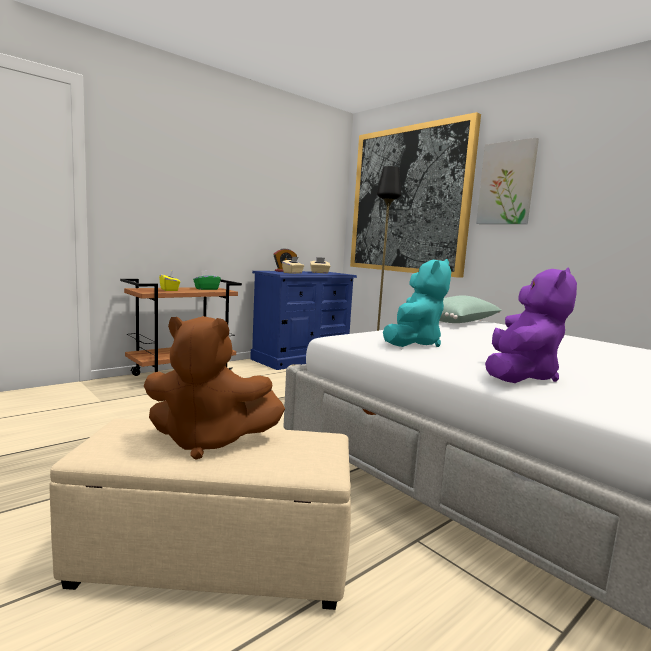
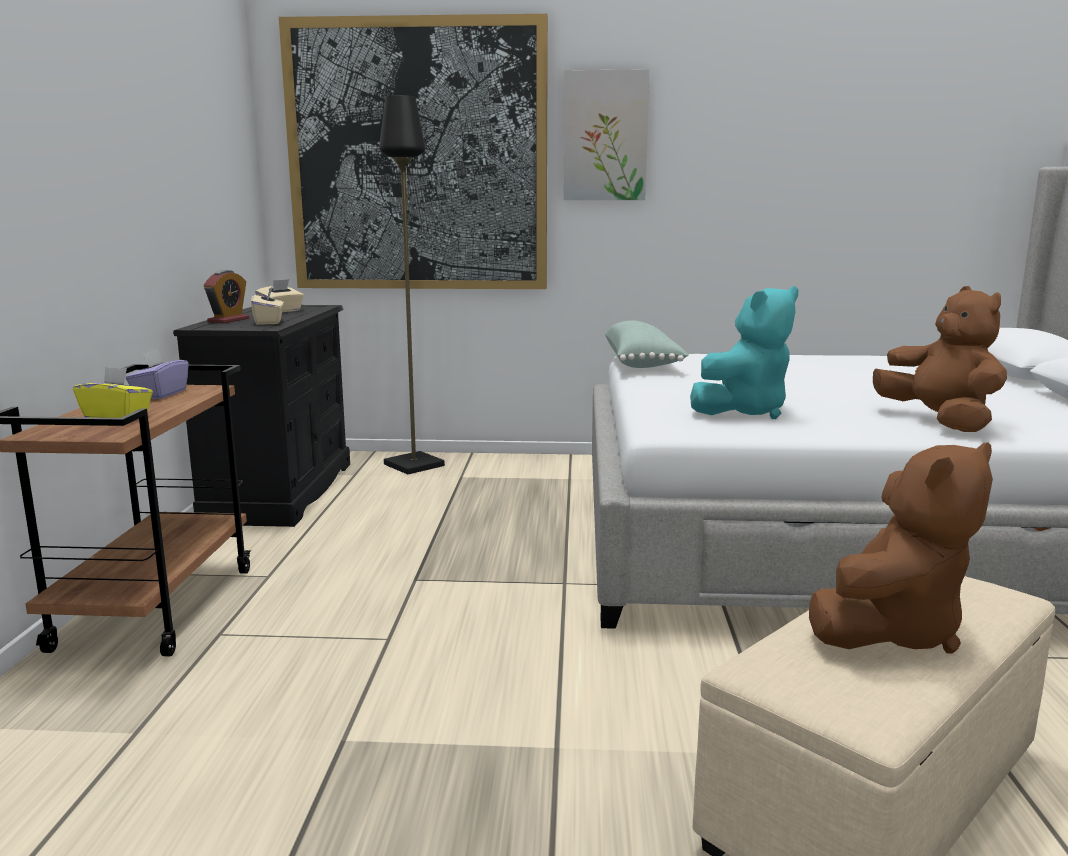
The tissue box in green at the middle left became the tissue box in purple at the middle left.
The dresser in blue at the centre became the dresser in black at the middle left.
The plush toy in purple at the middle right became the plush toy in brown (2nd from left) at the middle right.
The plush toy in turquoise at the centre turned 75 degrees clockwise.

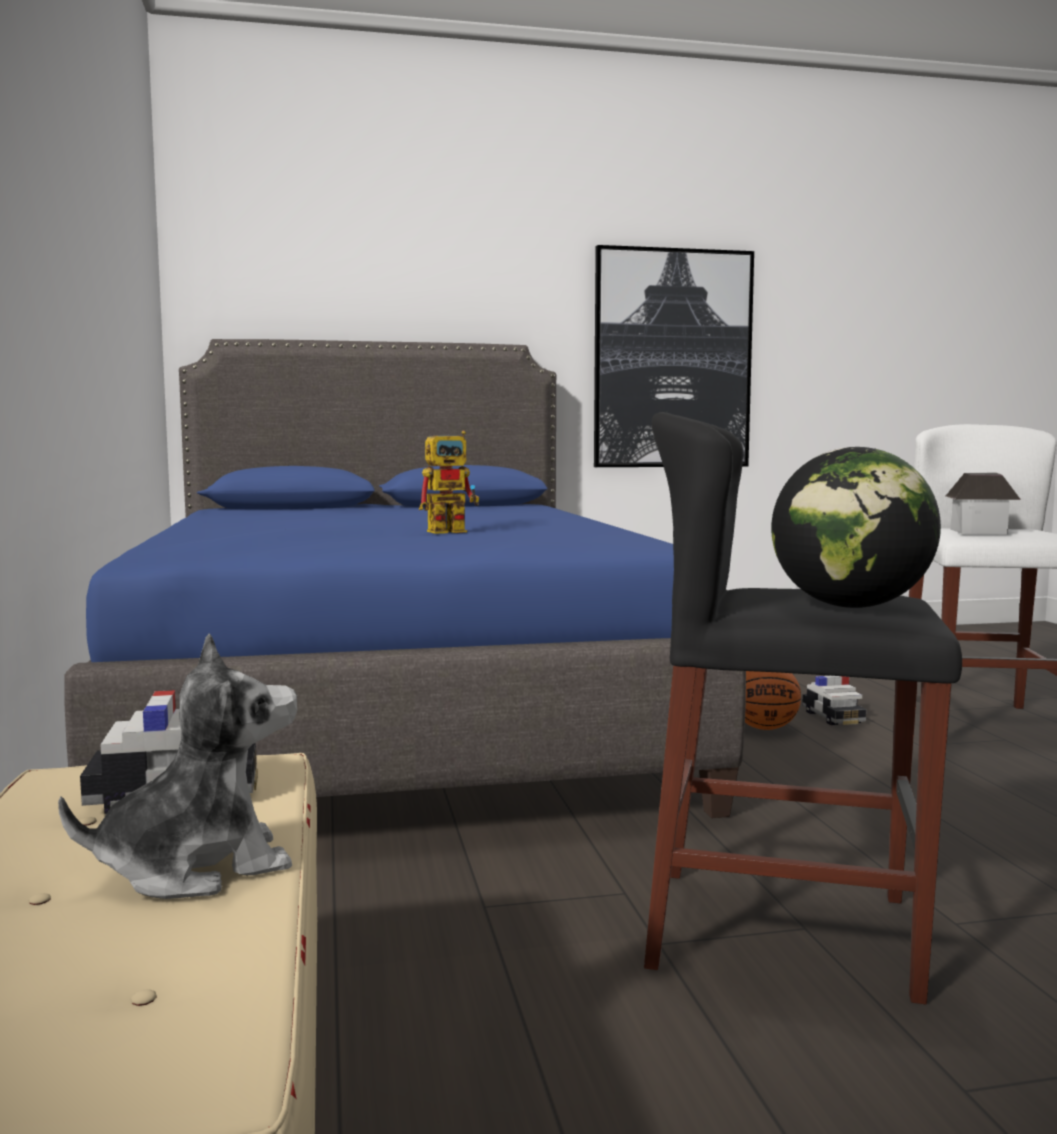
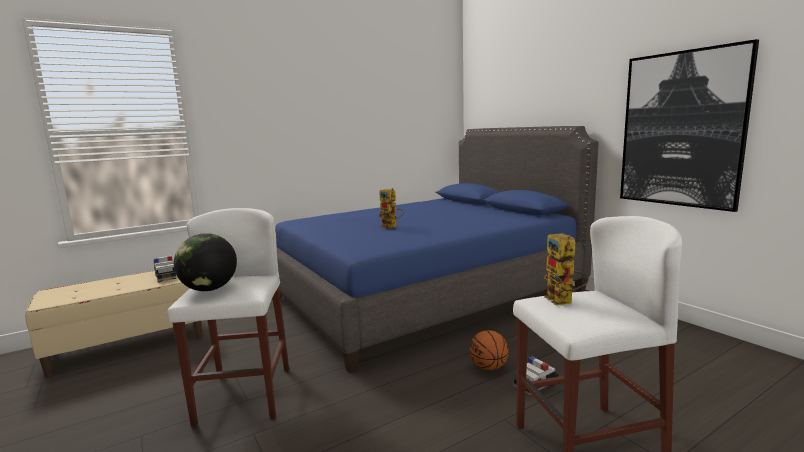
The plush toy at the bottom left disappeared.
The toy house at the middle right was replaced by the toy robot (2nd from left) at the middle right.
The stool in black at the middle right became the stool in white (1st from left) at the bottom left.

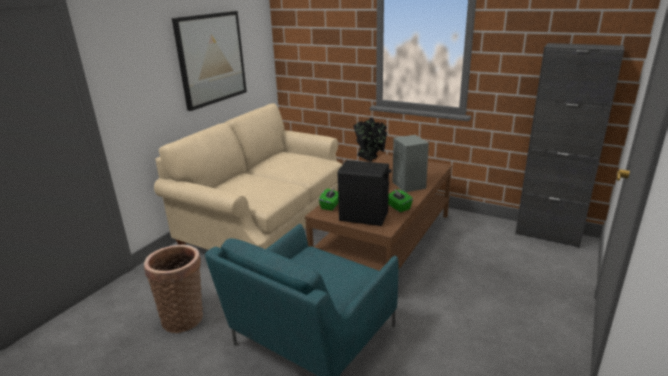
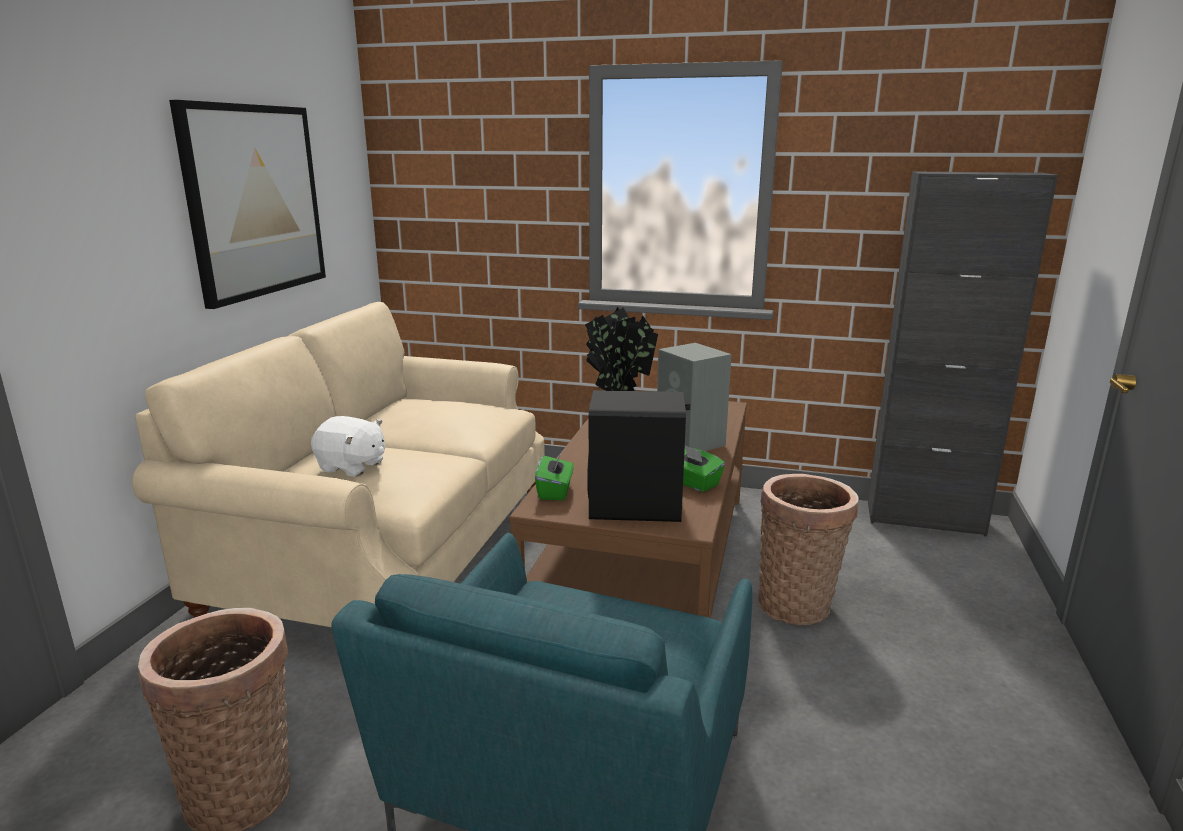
The plush toy in white at the middle left appeared.
The basket (2nd from left) at the middle right appeared.

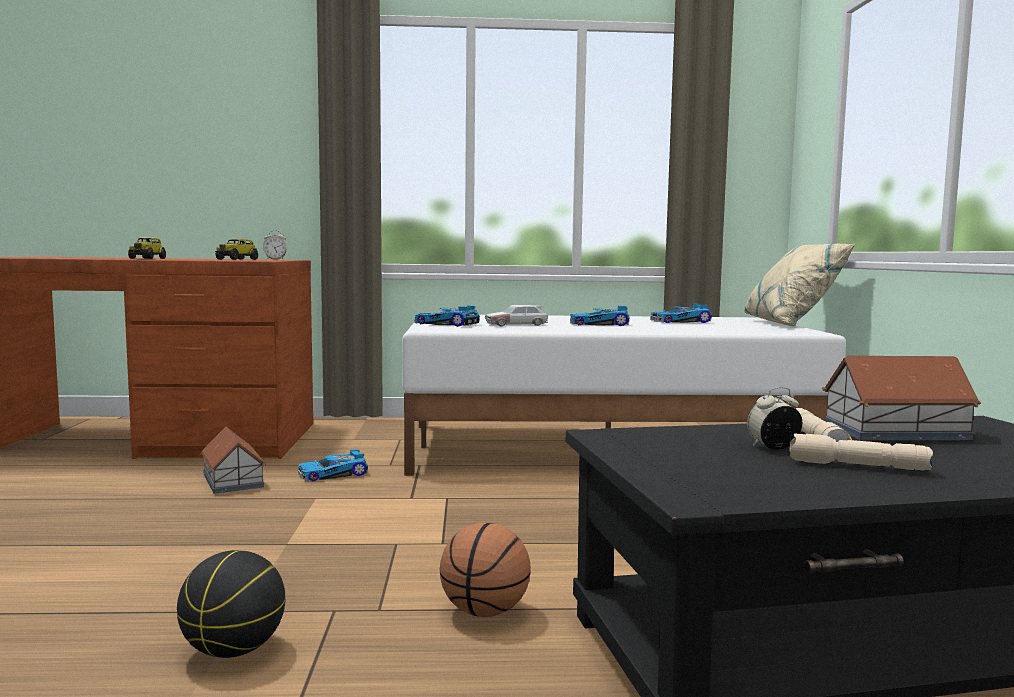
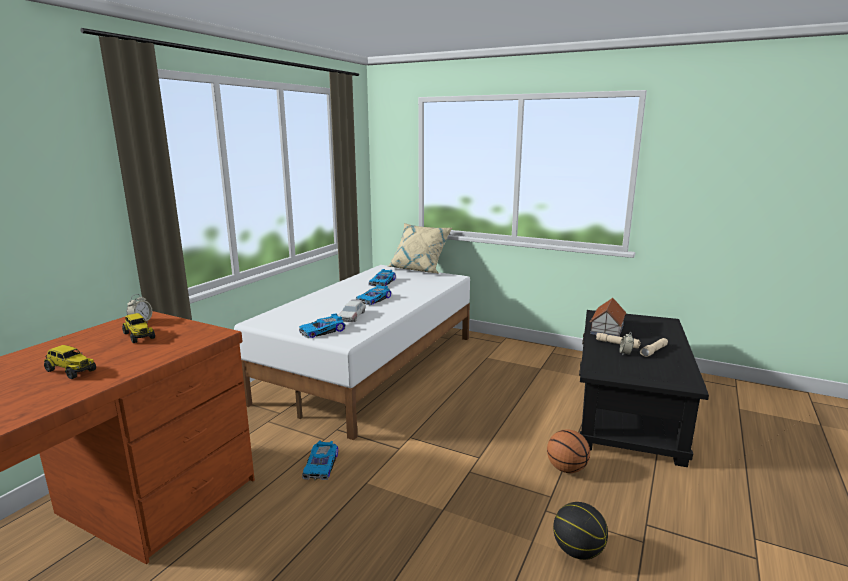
The toy house (1st from left) at the middle left disappeared.

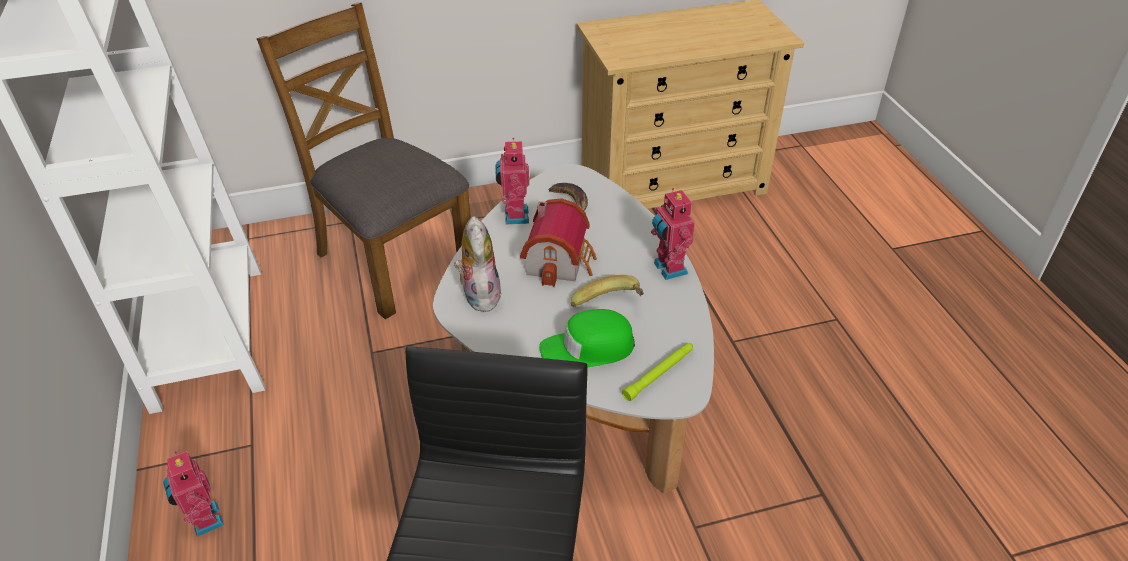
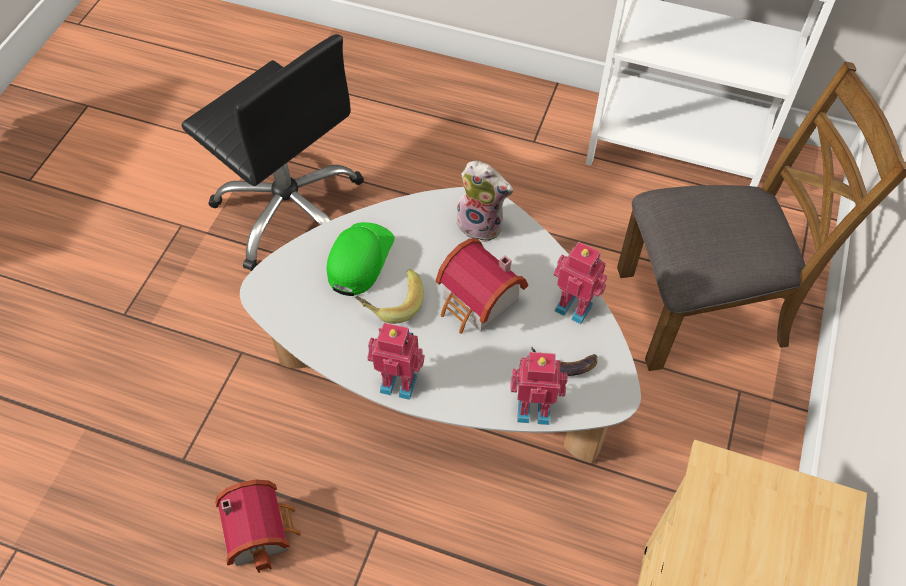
The flashlight in green at the centre disappeared.
The toy house (1st from left) at the bottom left appeared.
The toy robot (1st from left in the first image) moved from the bottom left to the centre.

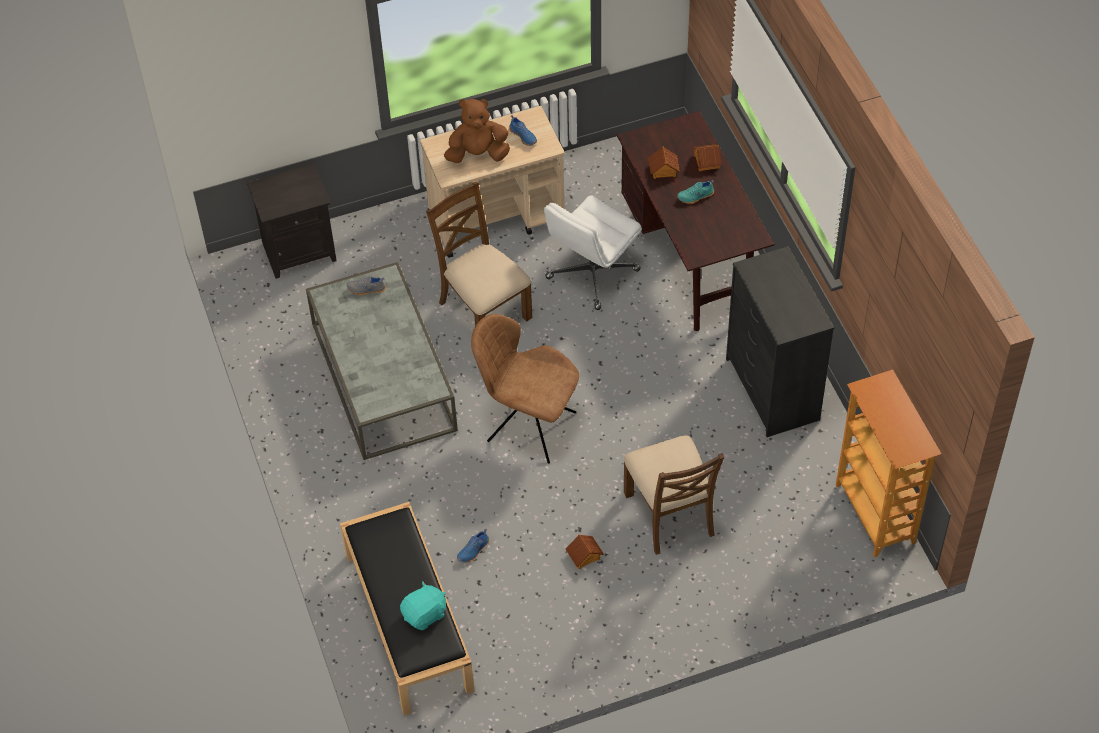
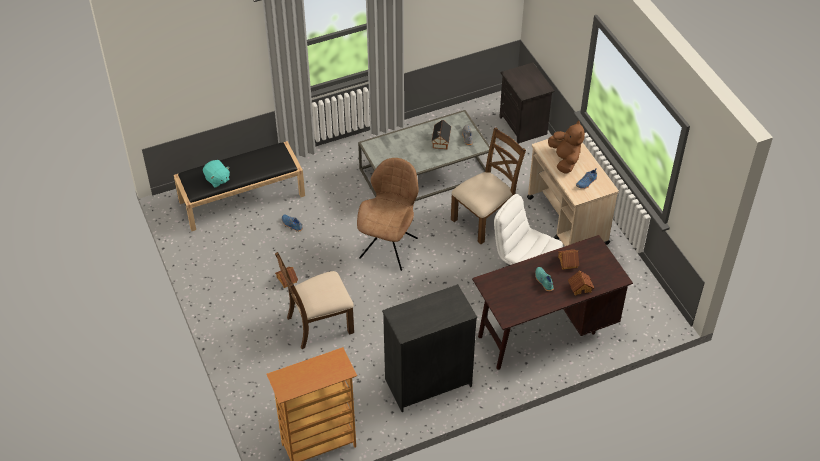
The toy house (2nd from left) at the top centre appeared.

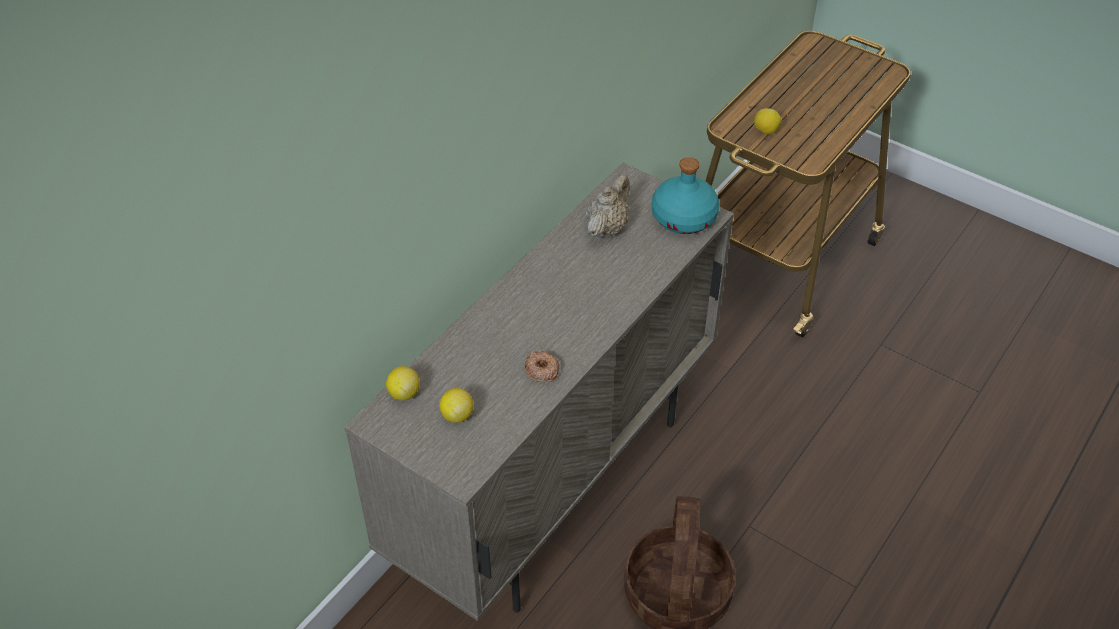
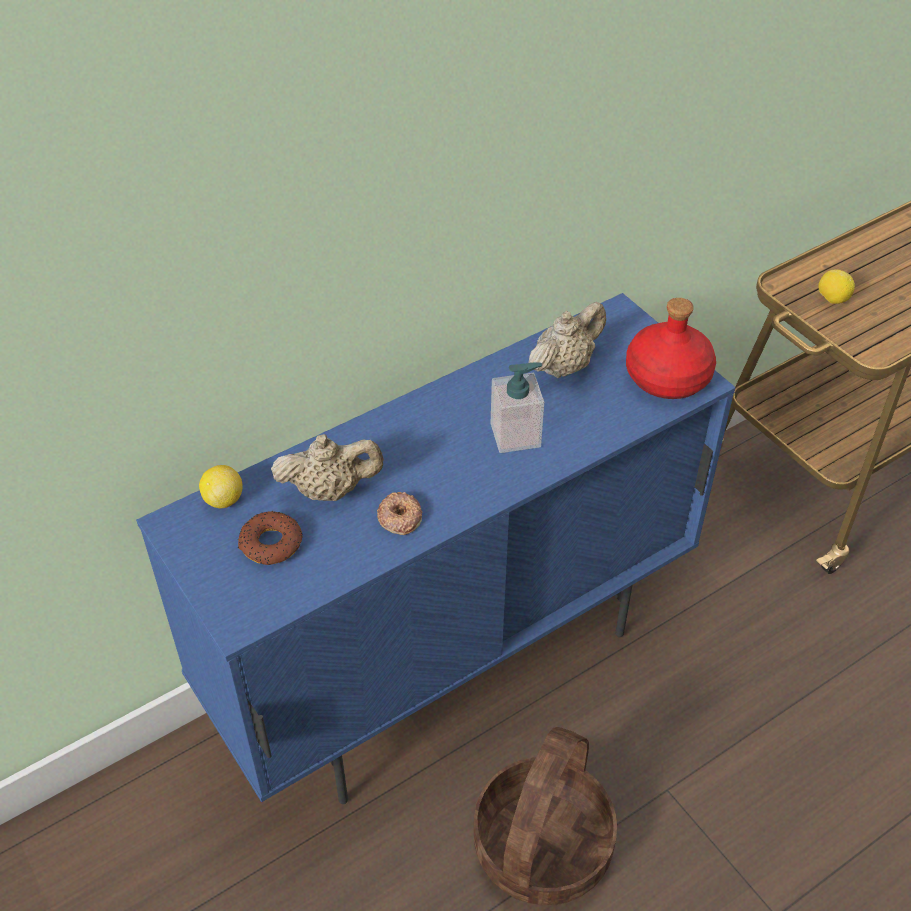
The teapot in beige (1st from left) at the centre appeared.
The soap dispenser at the centre appeared.
The lemon (2nd from left) at the centre was replaced by the donut (1st from left) at the middle left.
The cabinet in beige at the centre became the cabinet in blue at the centre.
The bottle in turquoise at the top centre became the bottle in red at the middle right.

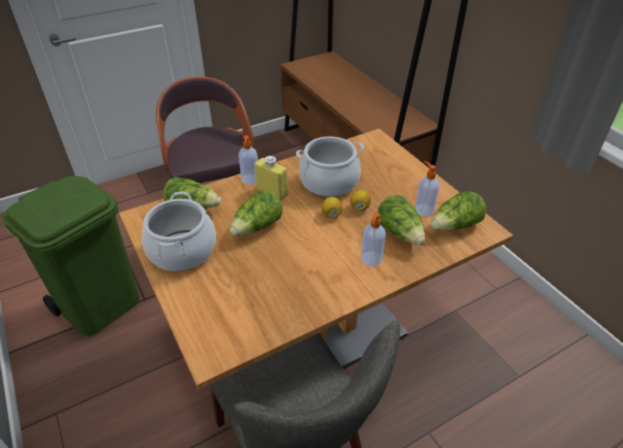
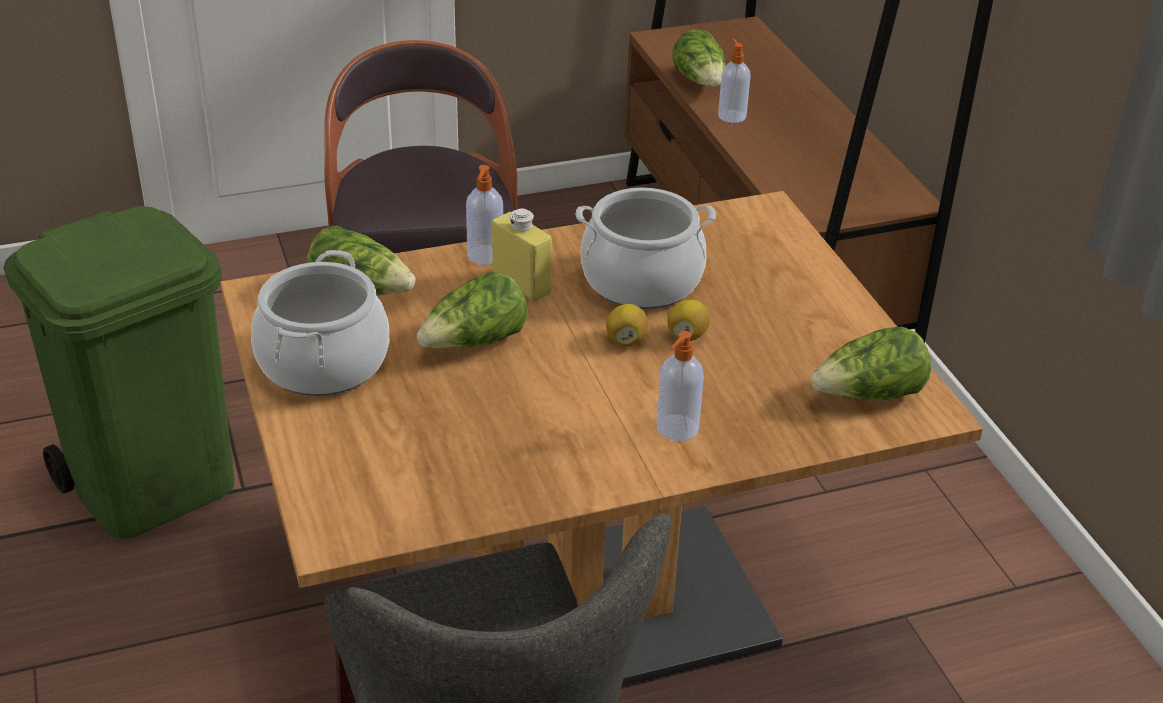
The lettuce (3rd from left) moved from the centre to the top centre.
The soap dispenser (3rd from left) moved from the middle right to the top centre.

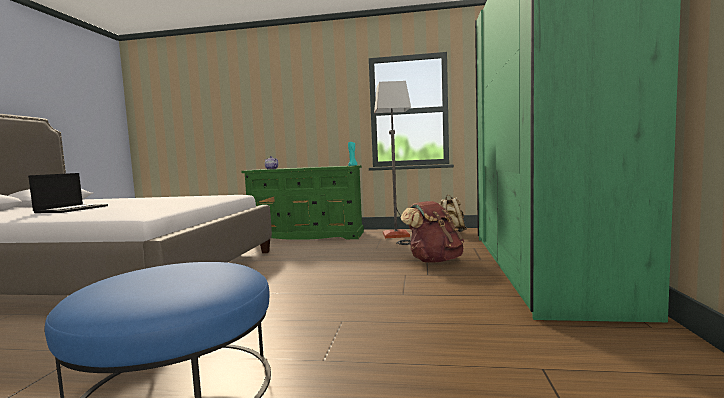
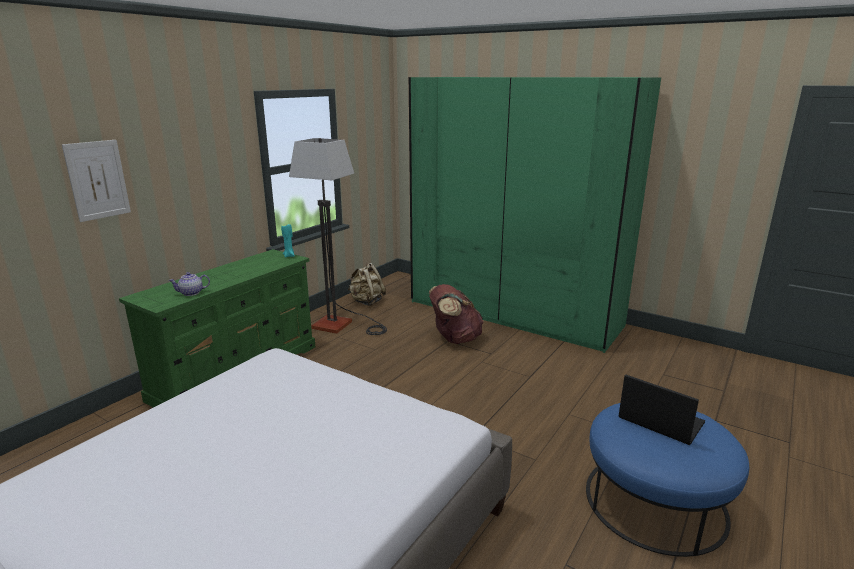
The picture at the top left appeared.
The laptop moved from the middle left to the bottom right.

